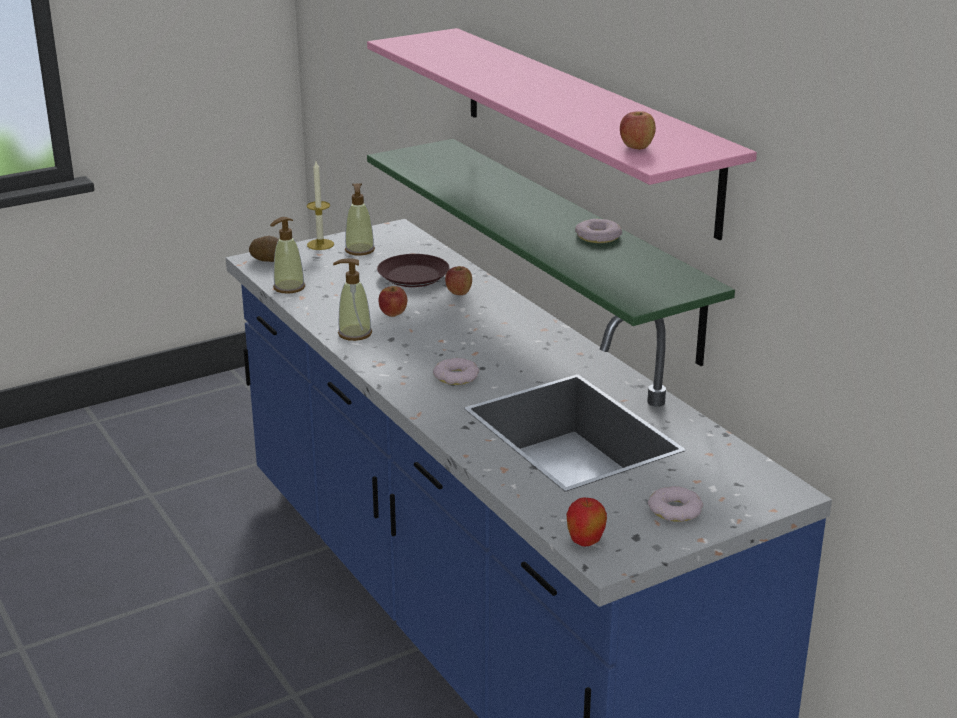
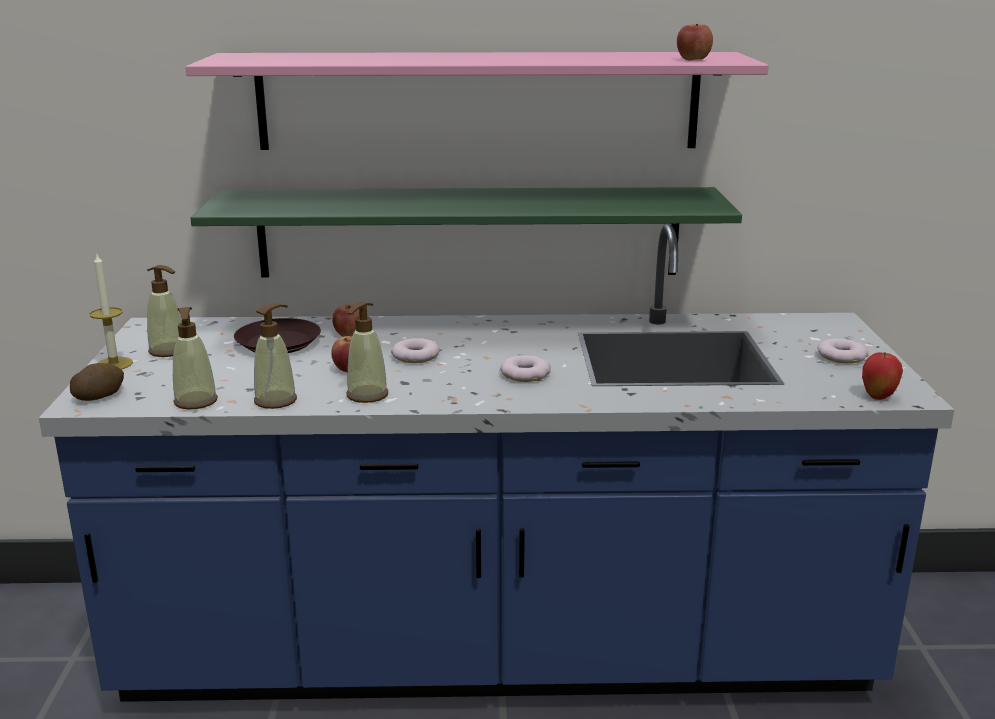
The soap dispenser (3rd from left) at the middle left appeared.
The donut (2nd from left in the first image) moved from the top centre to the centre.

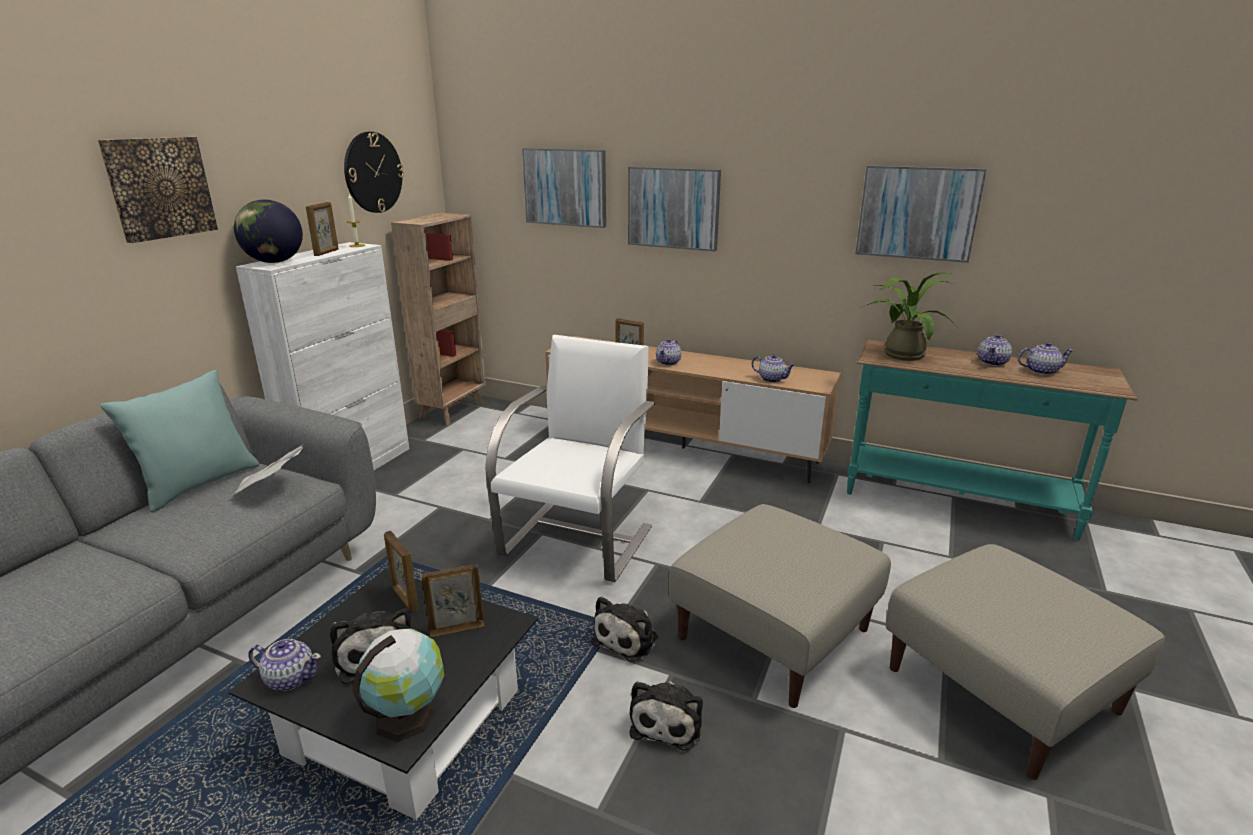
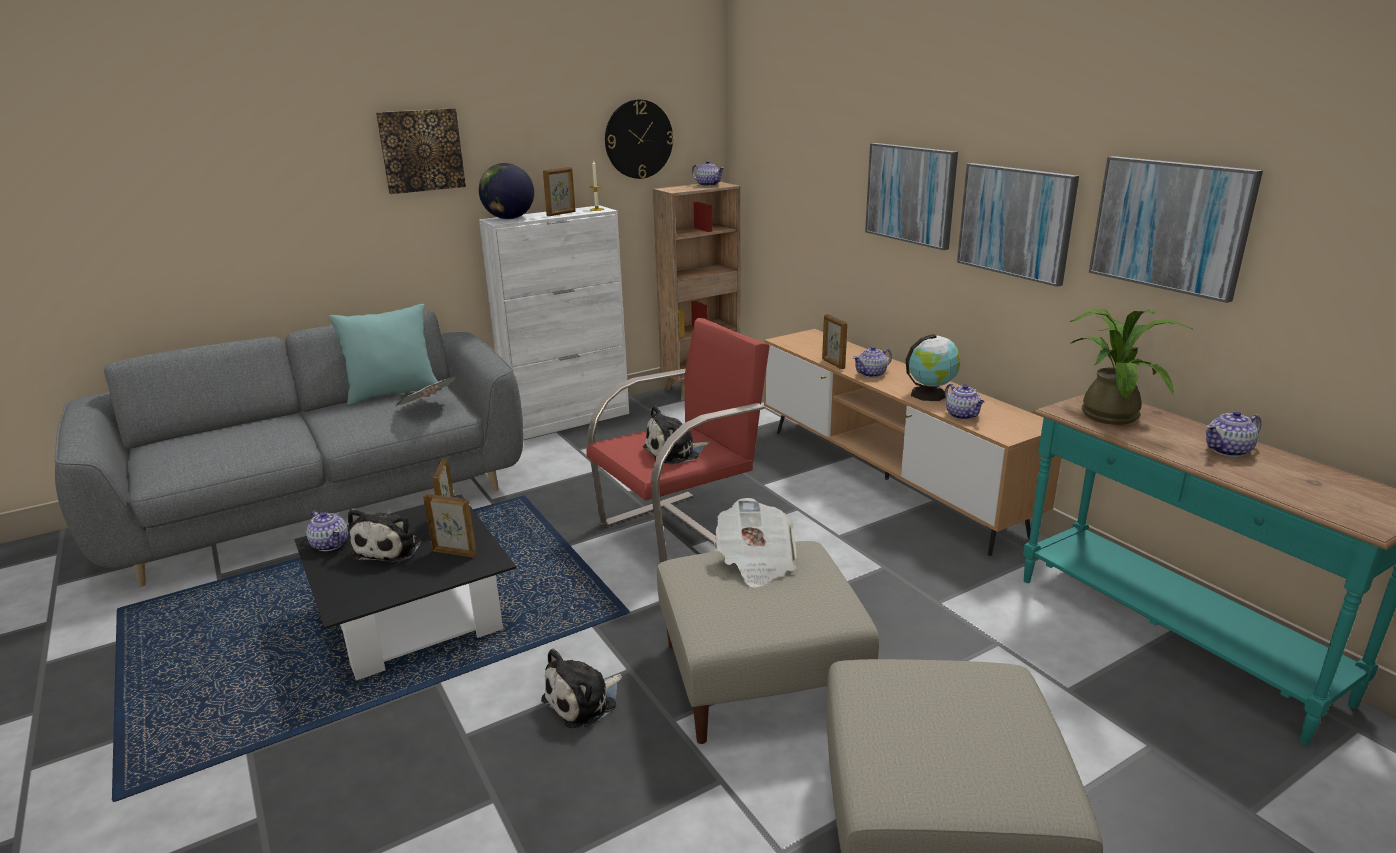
The newspaper (2nd from left) at the centre appeared.
The globe (2nd from left) moved from the bottom left to the middle right.
The picture (2nd from left in the first image) moved from the top centre to the top right.
The plush toy (2nd from left in the first image) moved from the bottom centre to the centre.
The teapot (5th from left in the first image) moved from the middle right to the top centre.
The armchair in white at the centre became the armchair in red at the centre.

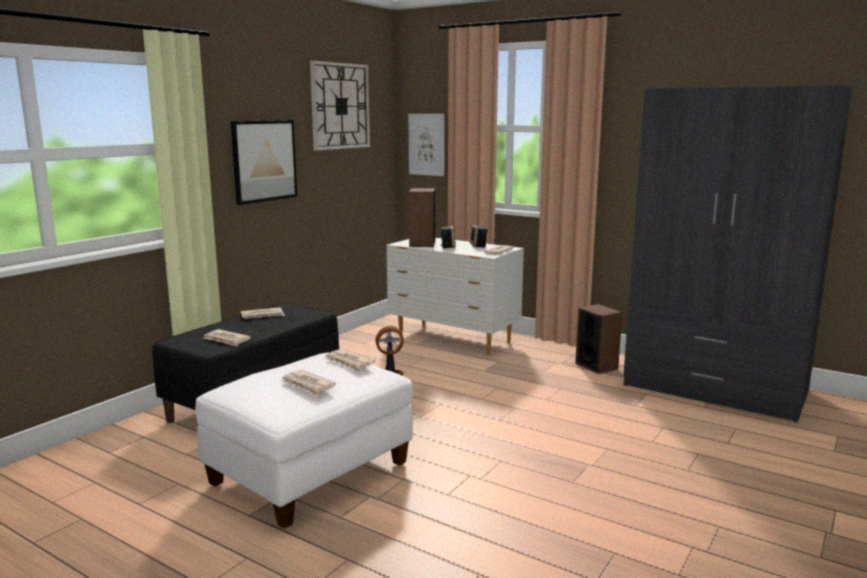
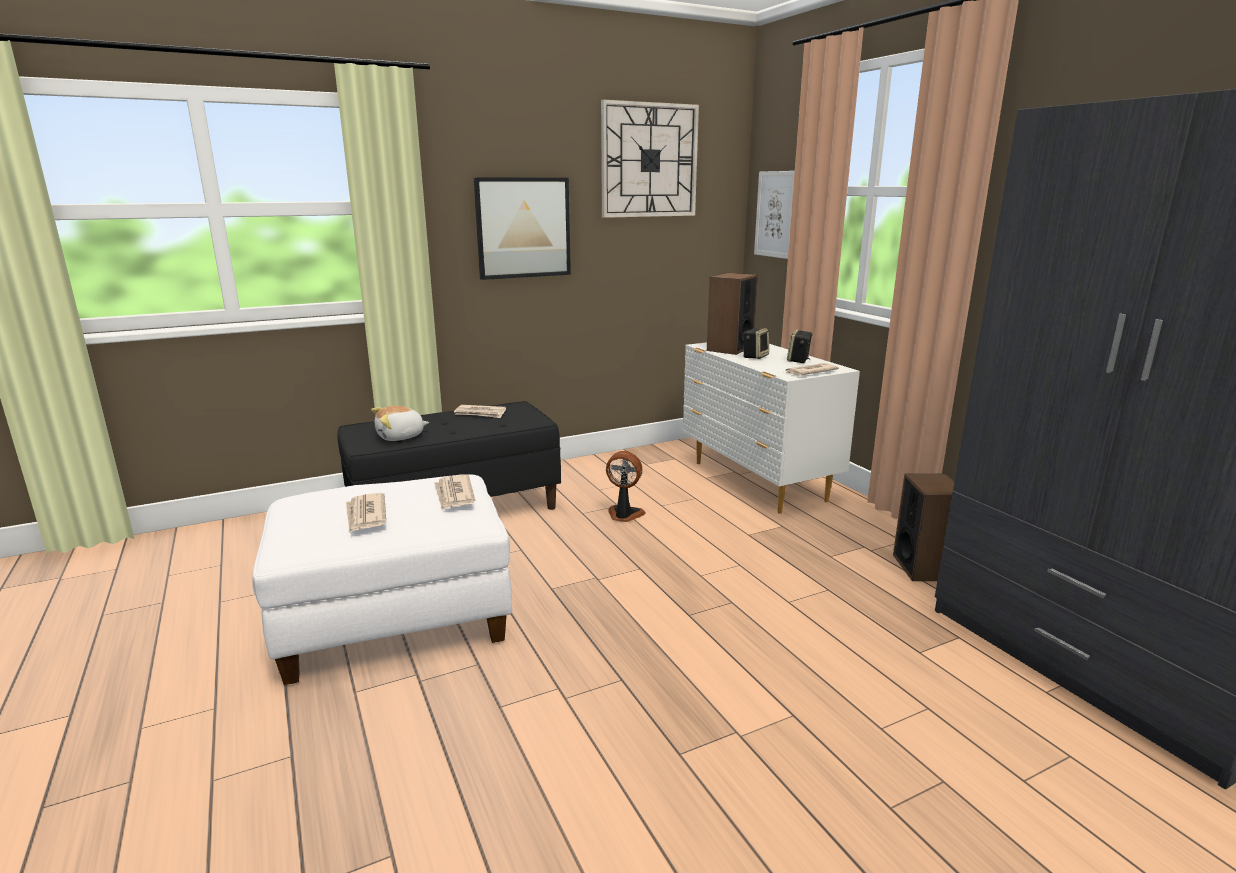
The newspaper (1st from left) at the middle left was replaced by the plush toy at the middle left.

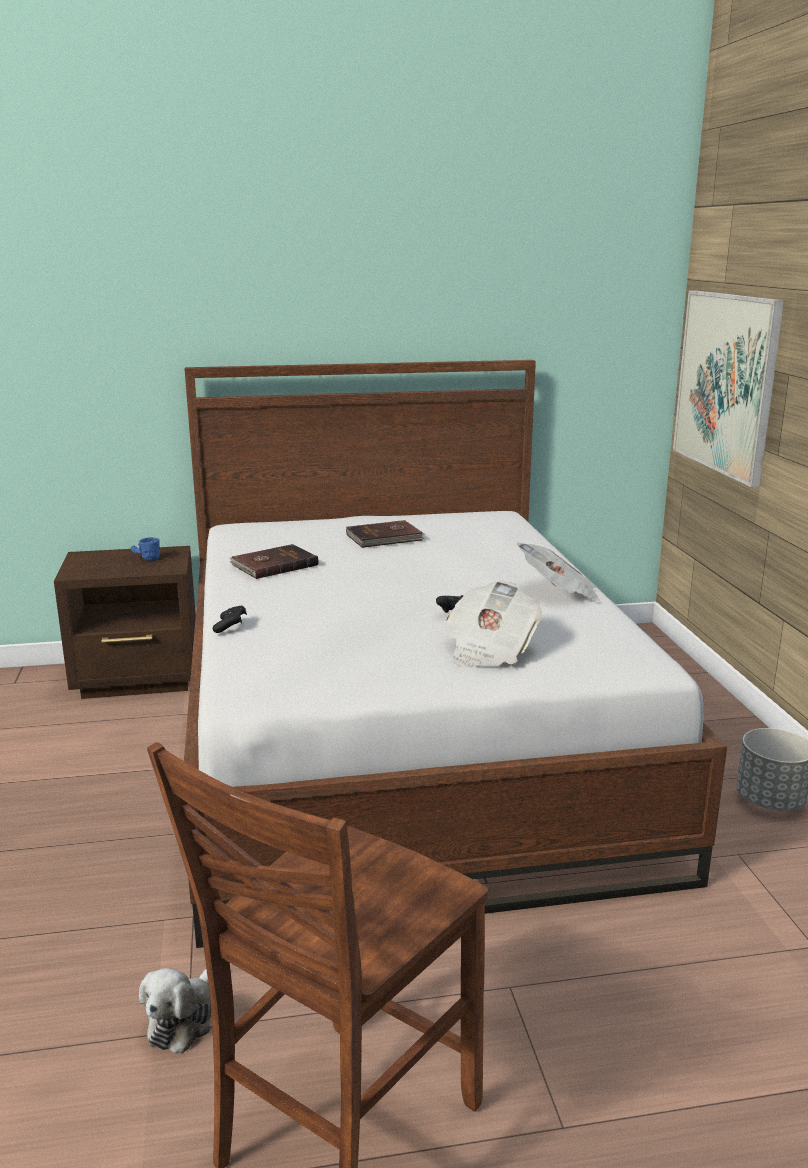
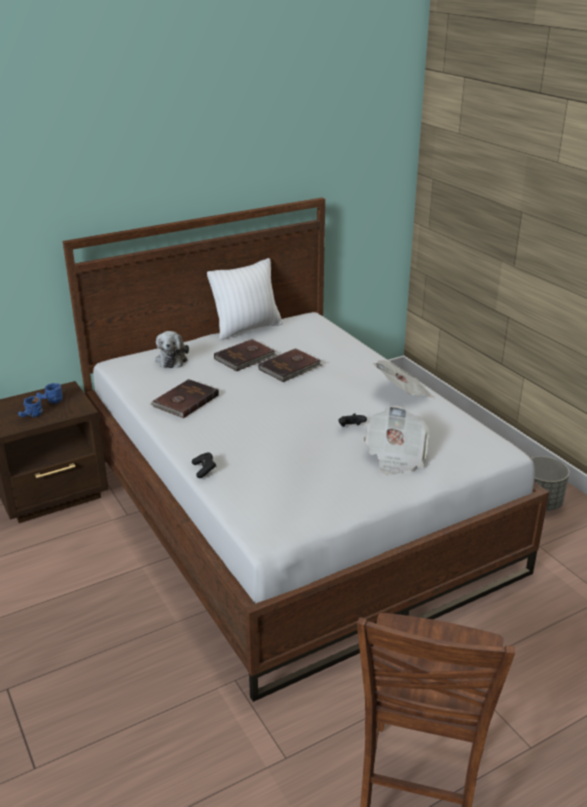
The picture at the top right disappeared.
The mug in blue (1st from left) at the middle left appeared.
The pillow in white at the centre appeared.
The book in brown (3rd from left) at the centre appeared.
The plush toy moved from the bottom left to the middle left.

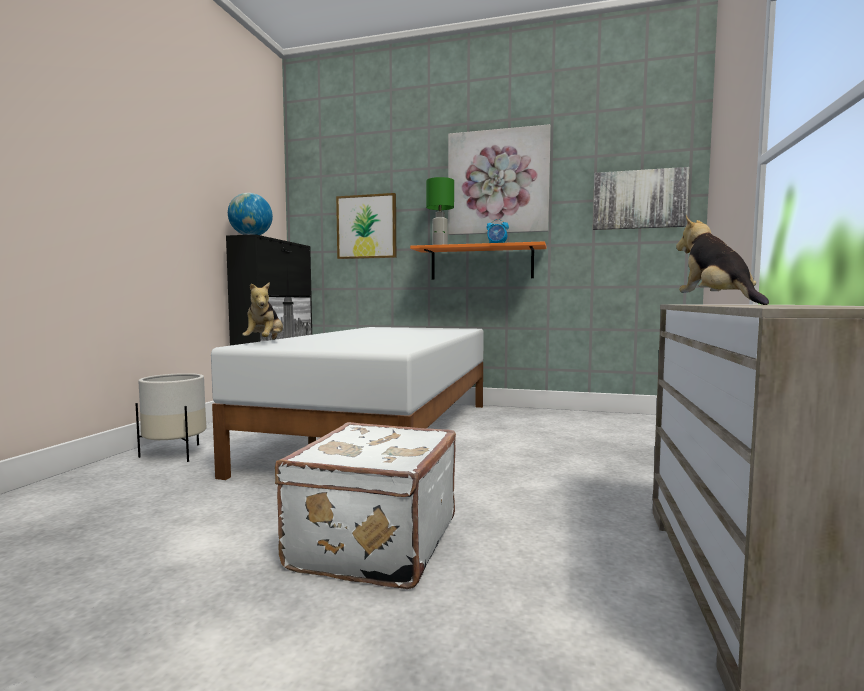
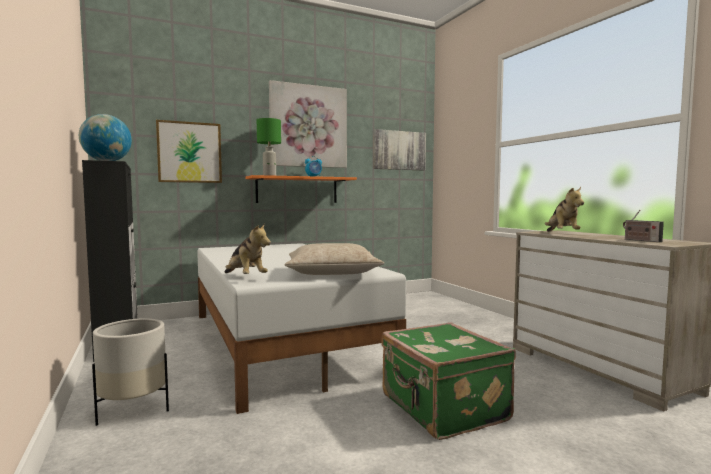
The pillow in beige at the centre appeared.
The radio at the middle right appeared.
The suitcase in white at the bottom centre became the suitcase in green at the bottom centre.
The plush toy (2nd from left) at the middle right turned 135 degrees counterclockwise.

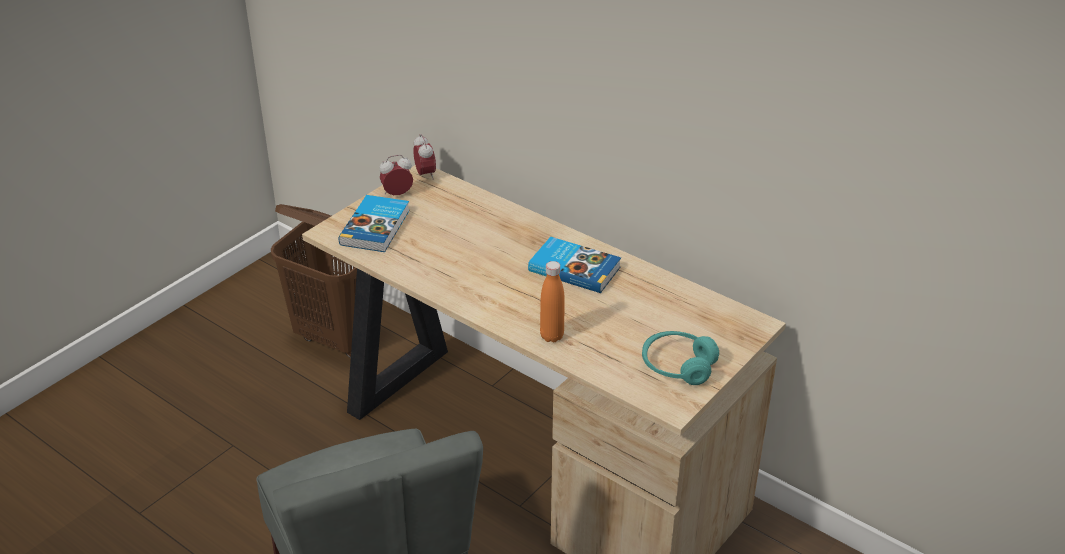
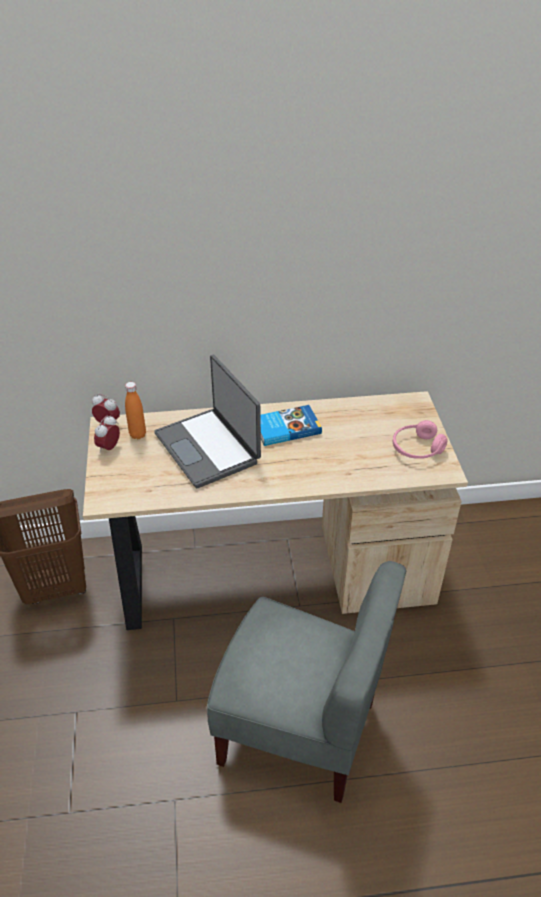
The book (1st from left) at the centre disappeared.
The laptop at the centre appeared.
The bottle in orange moved from the centre to the middle left.
The headphones in turquoise at the centre became the headphones in pink at the middle right.

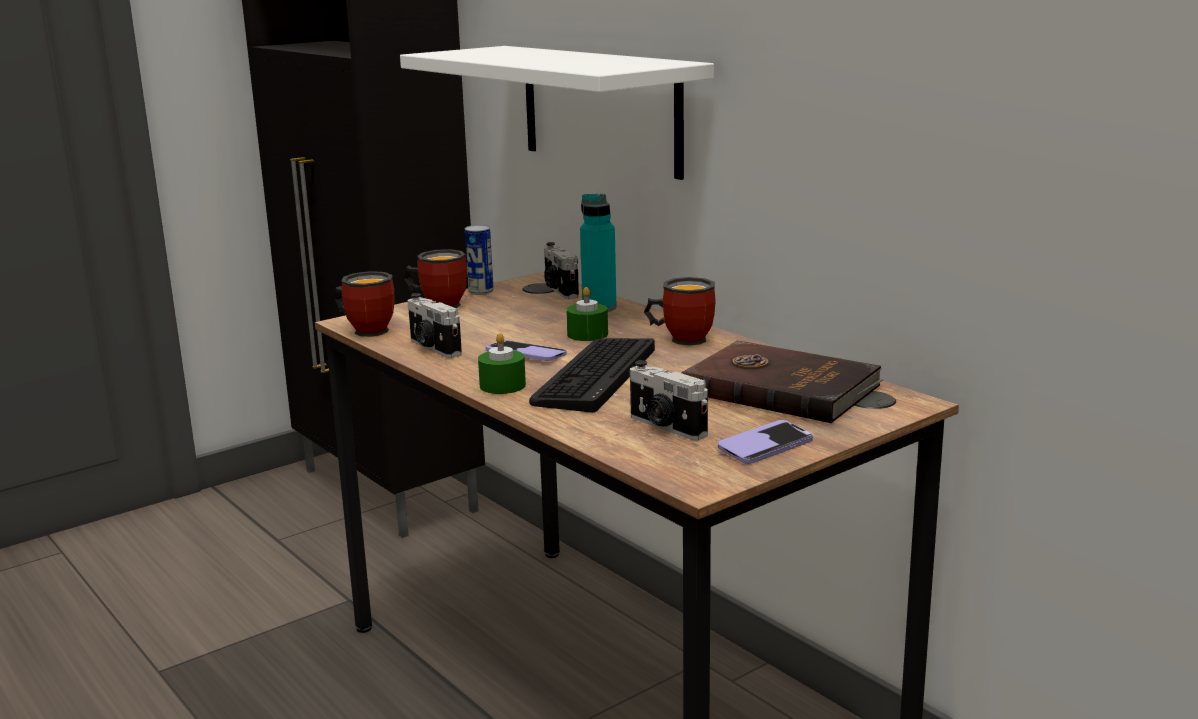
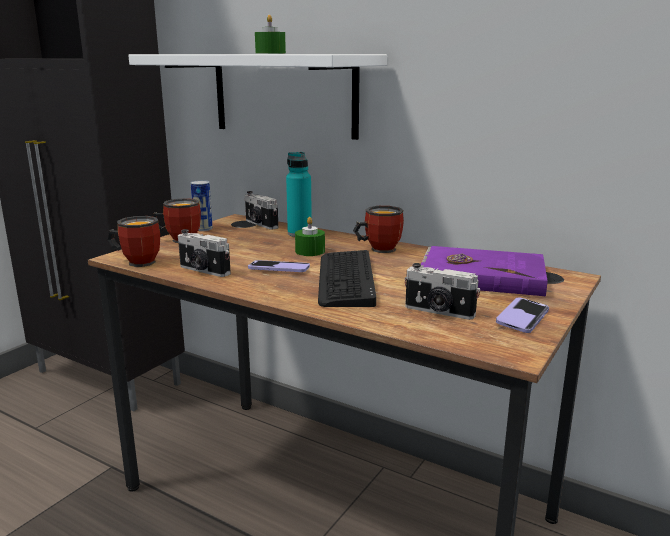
The candle in green (1st from left) moved from the centre to the top centre.
The book in brown at the centre became the book in purple at the middle right.

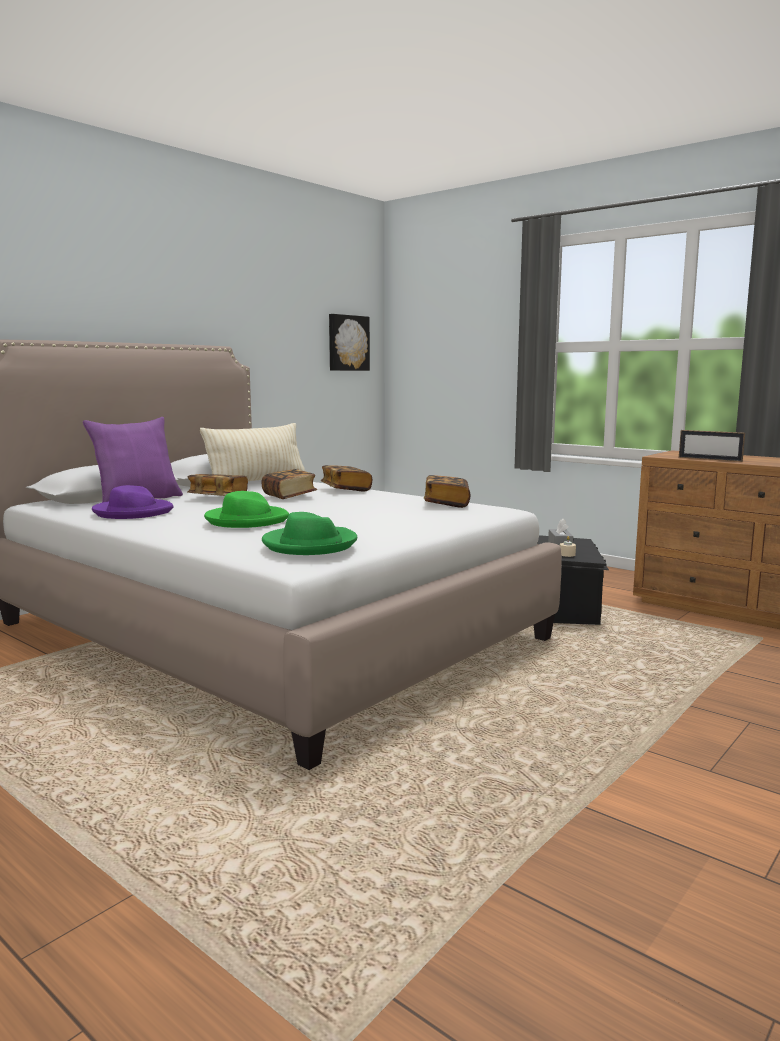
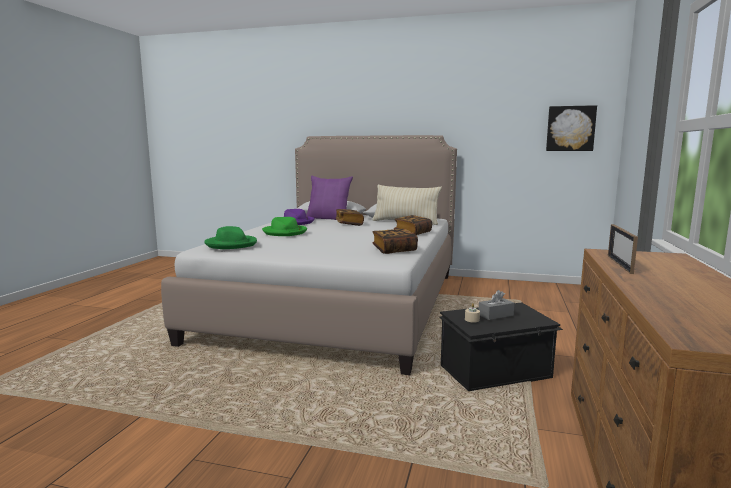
The book (2nd from left) at the centre disappeared.

